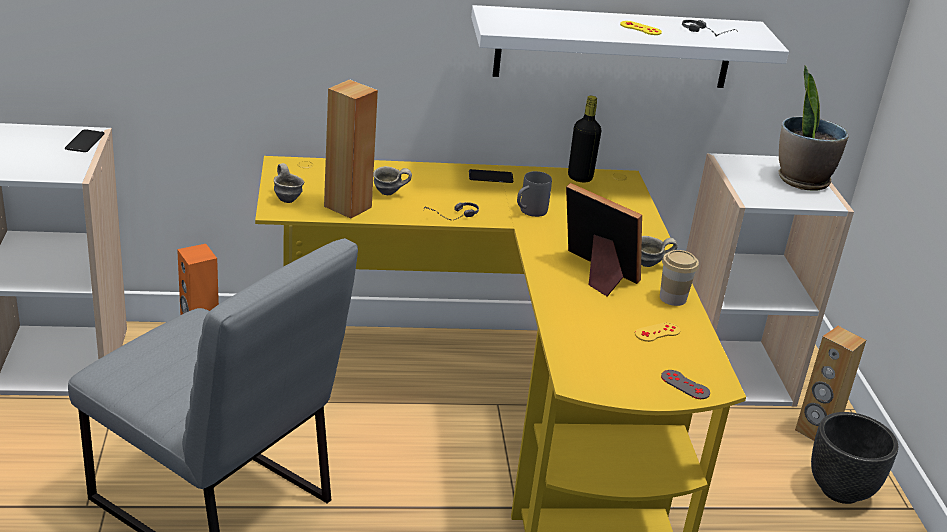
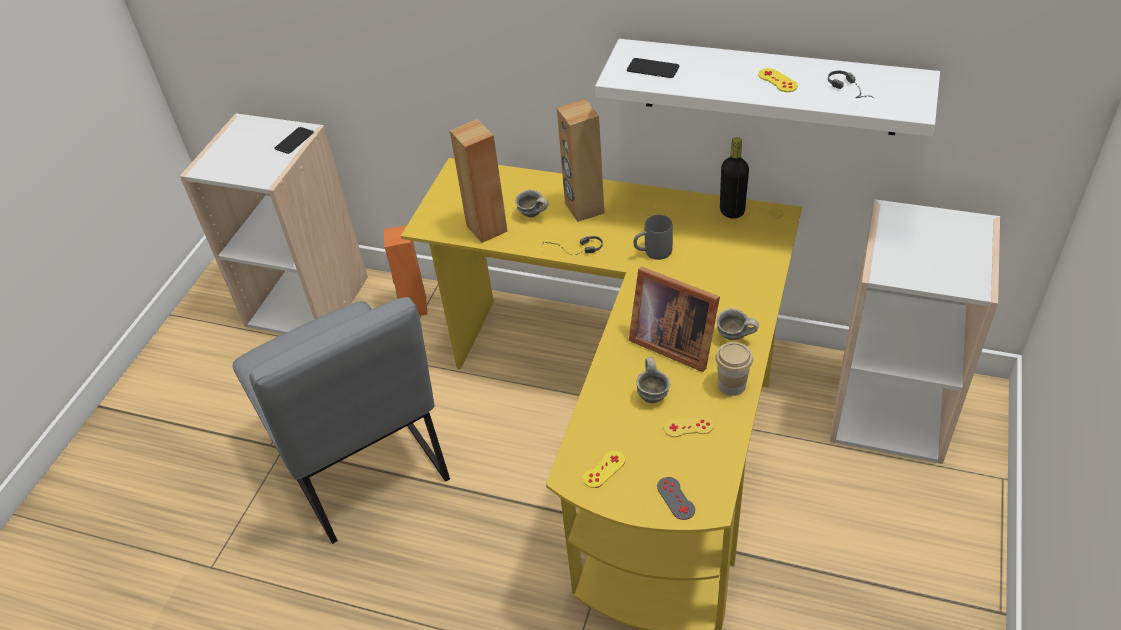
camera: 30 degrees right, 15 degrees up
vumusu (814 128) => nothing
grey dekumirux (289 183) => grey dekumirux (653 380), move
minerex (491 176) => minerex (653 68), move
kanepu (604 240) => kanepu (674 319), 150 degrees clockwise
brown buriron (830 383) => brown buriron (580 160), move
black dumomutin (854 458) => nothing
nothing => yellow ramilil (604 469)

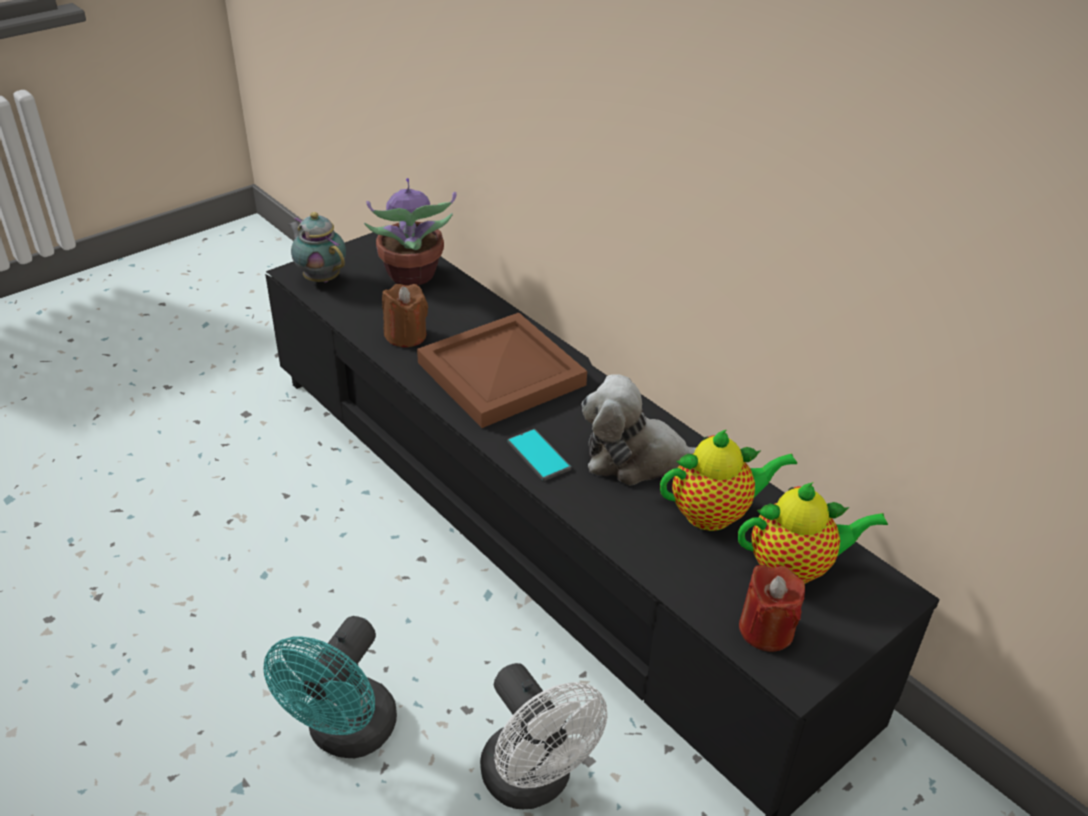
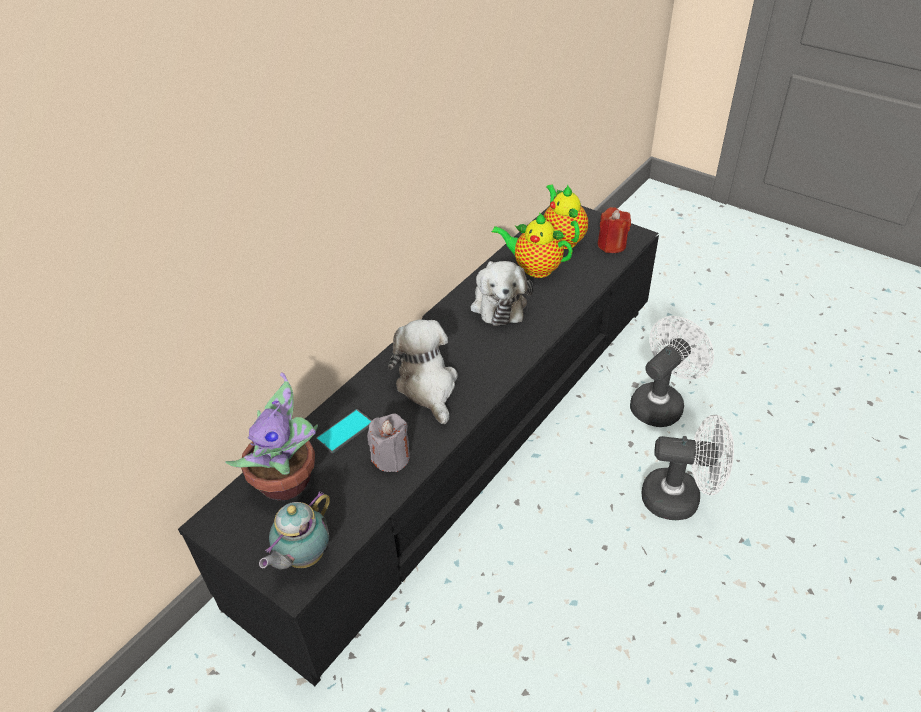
camera: 100 degrees left, 5 degrees up
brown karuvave (405 315) => grey karuvave (388 442)
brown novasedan (502 370) => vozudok (423 372)
minerex (539 455) => minerex (344 431), move
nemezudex (728 480) => nemezudex (532 245), 45 degrees counterclockwise
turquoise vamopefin (330 687) => white vamopefin (687 467)

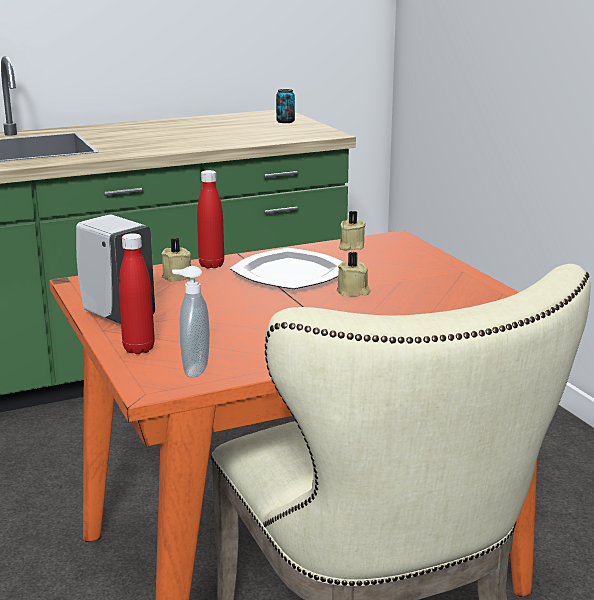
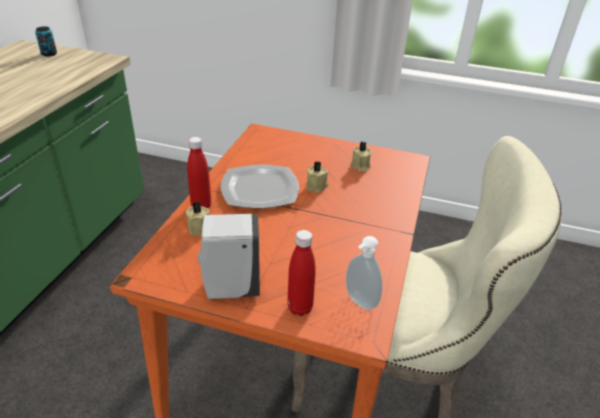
camera: 50 degrees left, 15 degrees up
beige karuvave (352 231) => beige karuvave (361 156), move

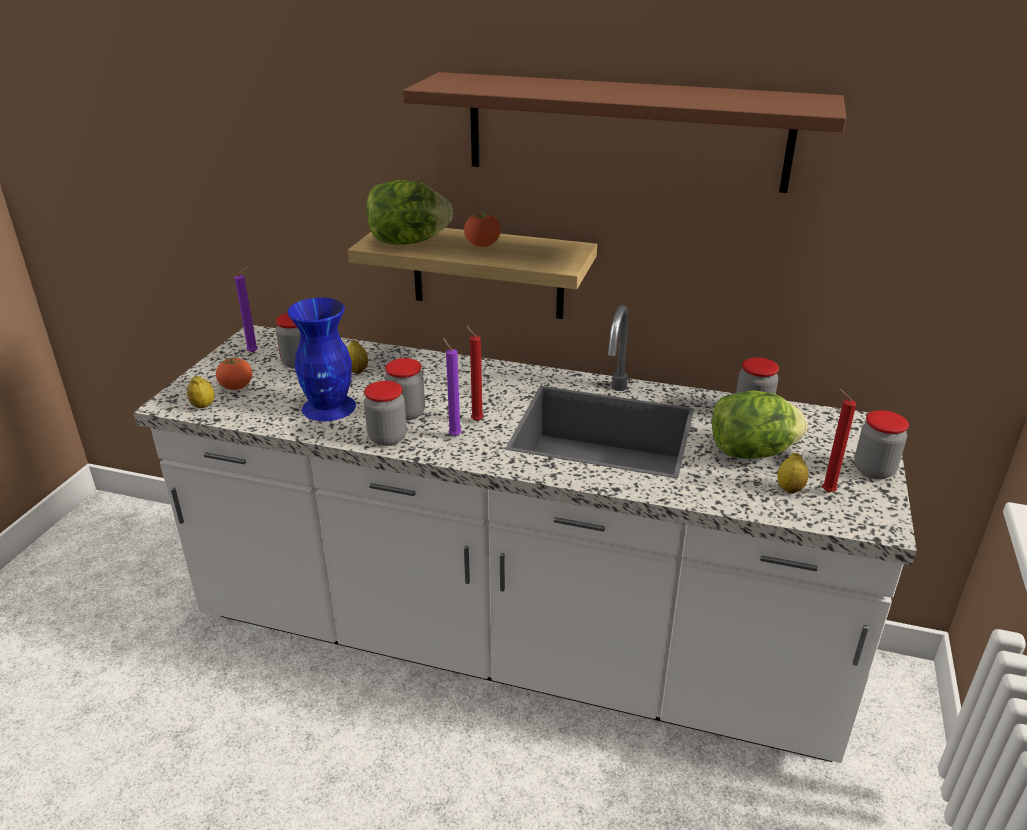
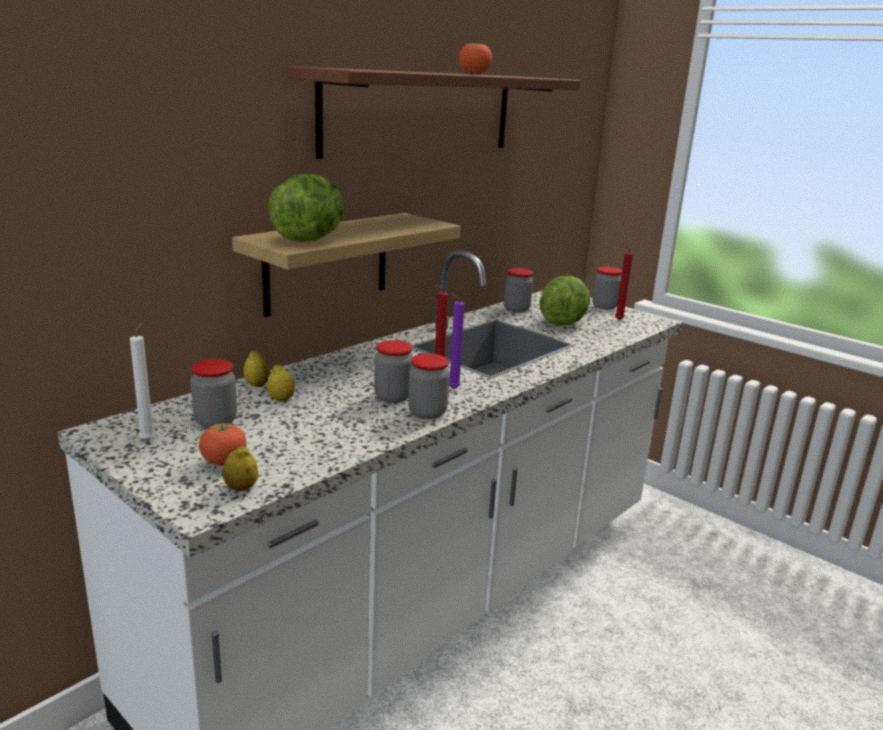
camera: 65 degrees left, 10 degrees down
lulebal (482 229) => lulebal (475 56), move
purple karuvave (246 310) => white karuvave (142 381)
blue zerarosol (321 359) => nothing
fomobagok (793 473) => fomobagok (257 369), move

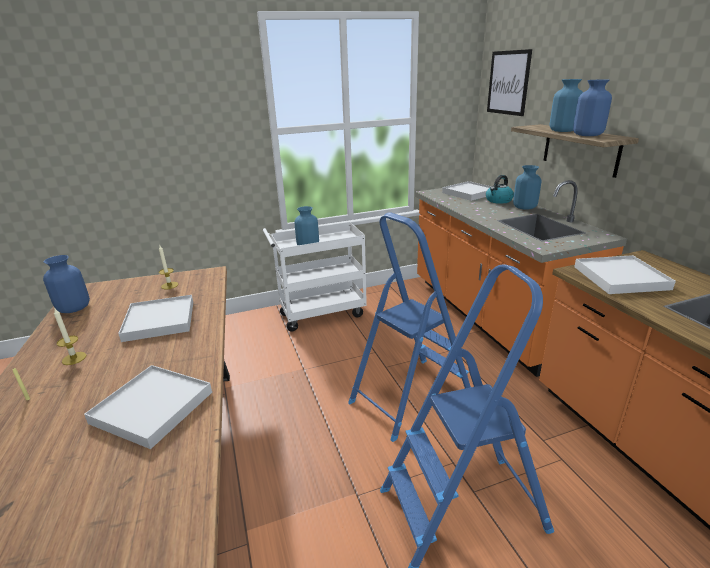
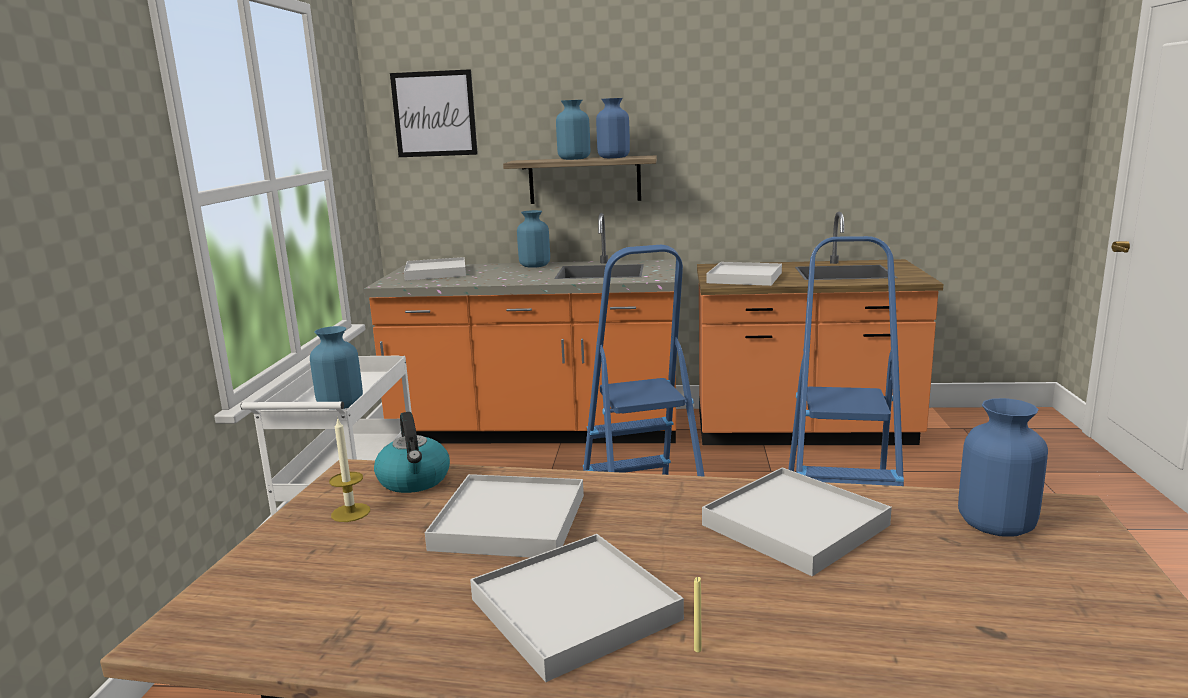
camera: 65 degrees left, 10 degrees down
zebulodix (500 189) => zebulodix (412 452), move
blue zerarosol (66 284) => blue zerarosol (1003 467), move
karuvave (70 337) => white novasedan (577 608)

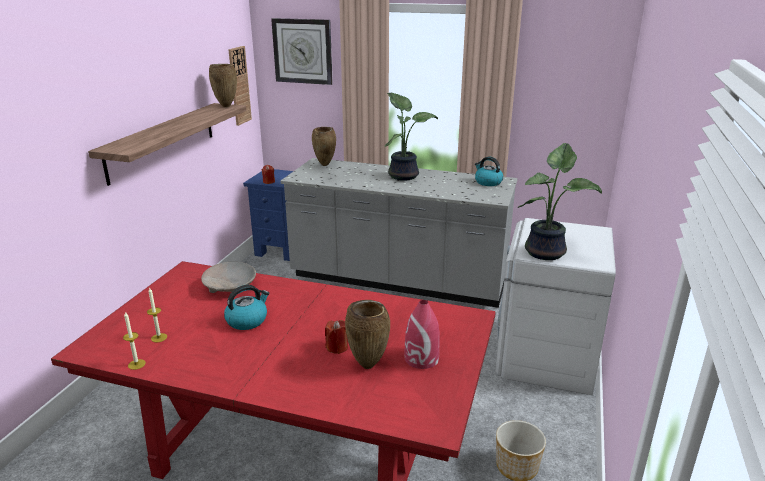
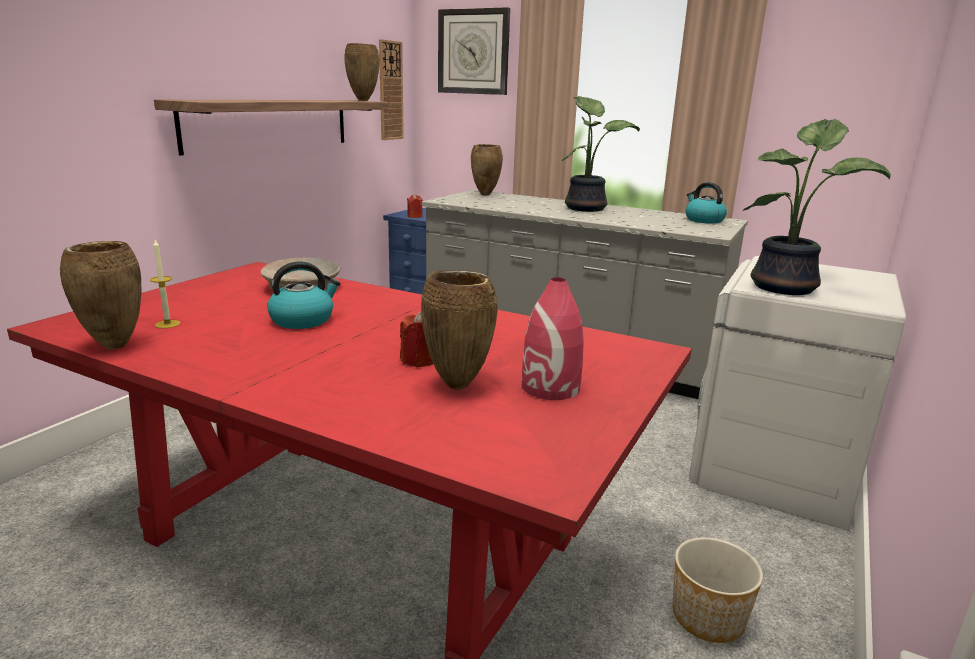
camera: 10 degrees right, 5 degrees down
karuvave (134 341) => brown zerarosol (100 295)

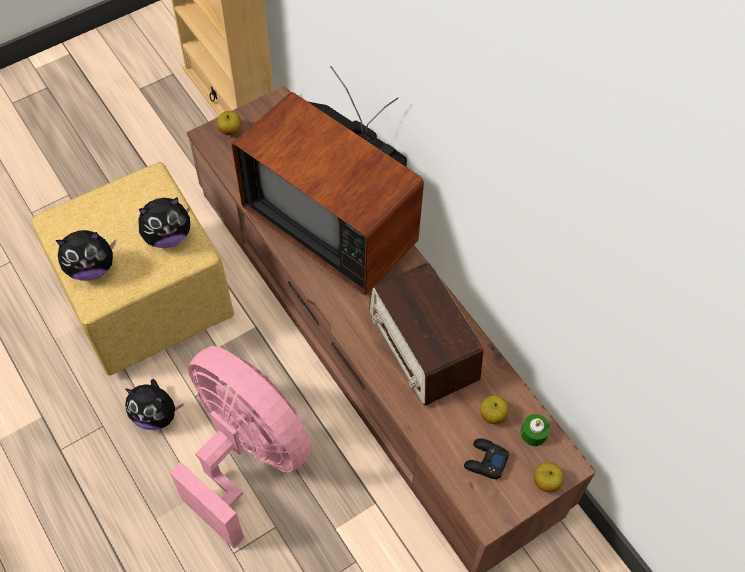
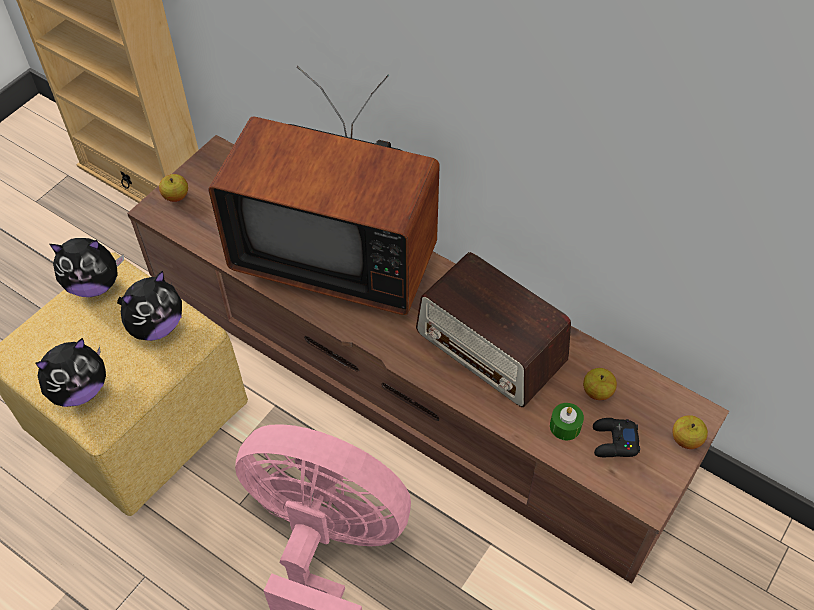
camera: 20 degrees left, 5 degrees down
vozudok (154 404) => vozudok (86 267), move
green karuvave (535 430) => green karuvave (567 421), move

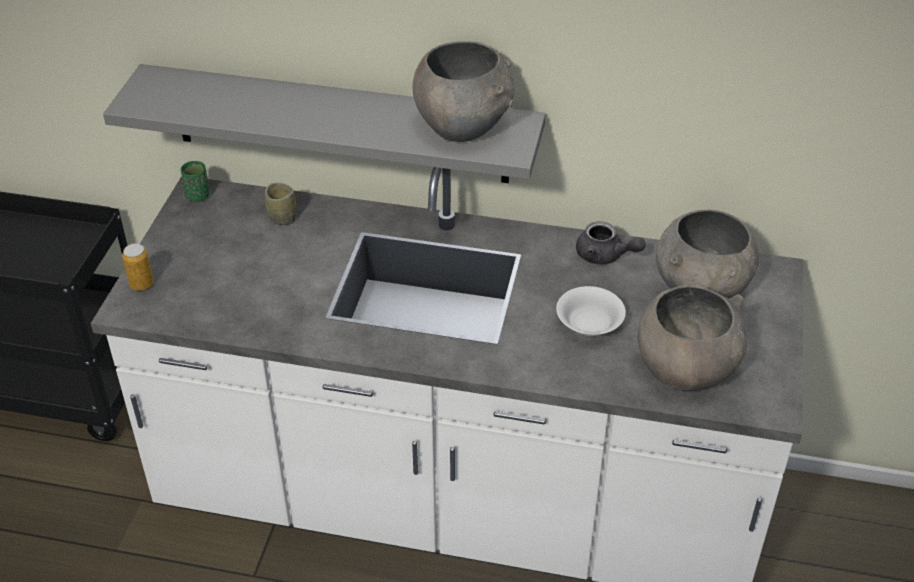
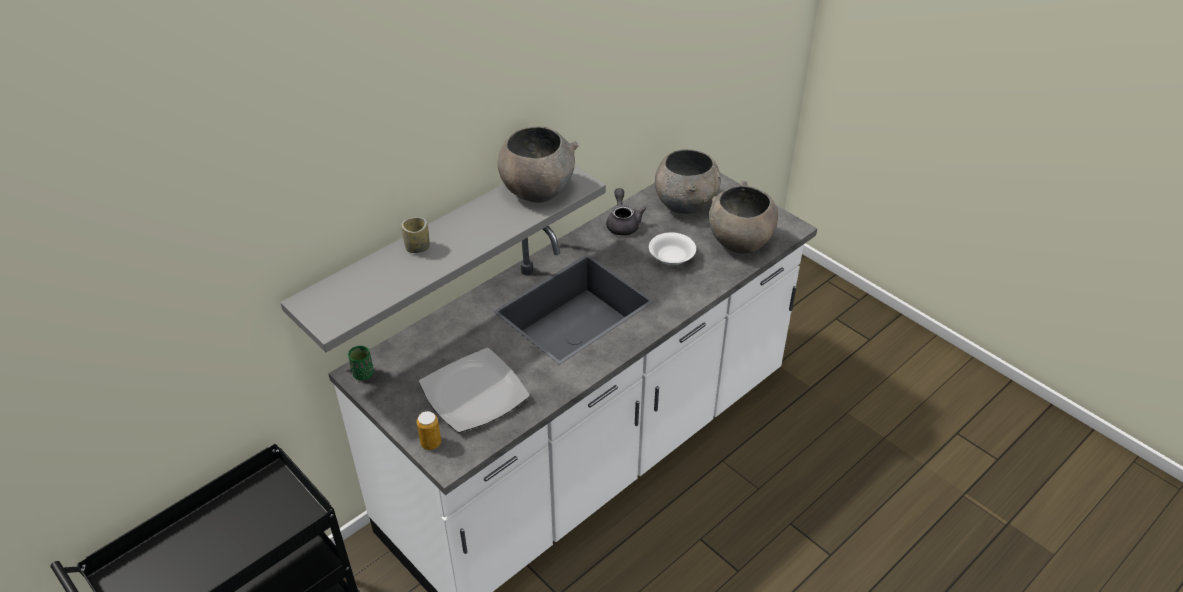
camera: 55 degrees left, 0 degrees up
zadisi (280 204) => zadisi (415 235), move
grey nemezudex (610 242) => grey nemezudex (626 211), 75 degrees counterclockwise
nothing => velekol (474 390)

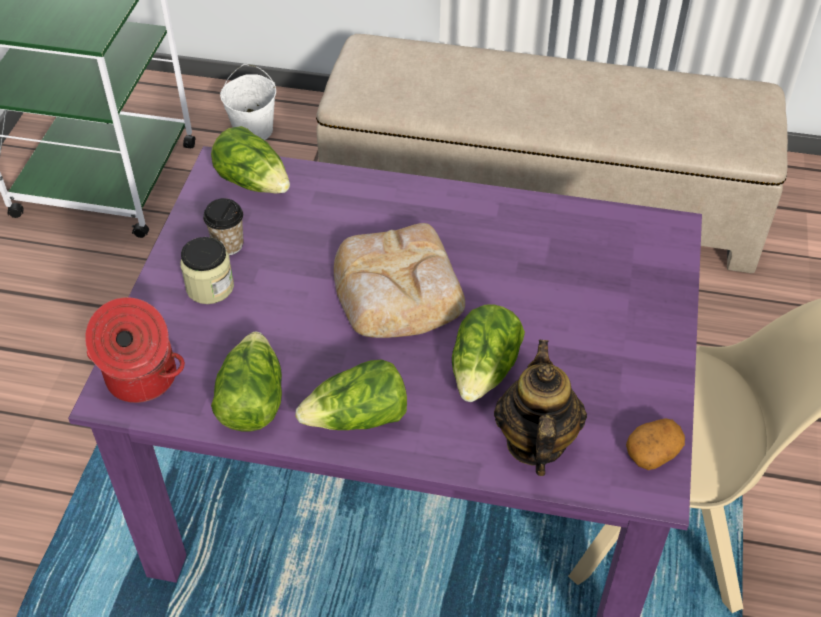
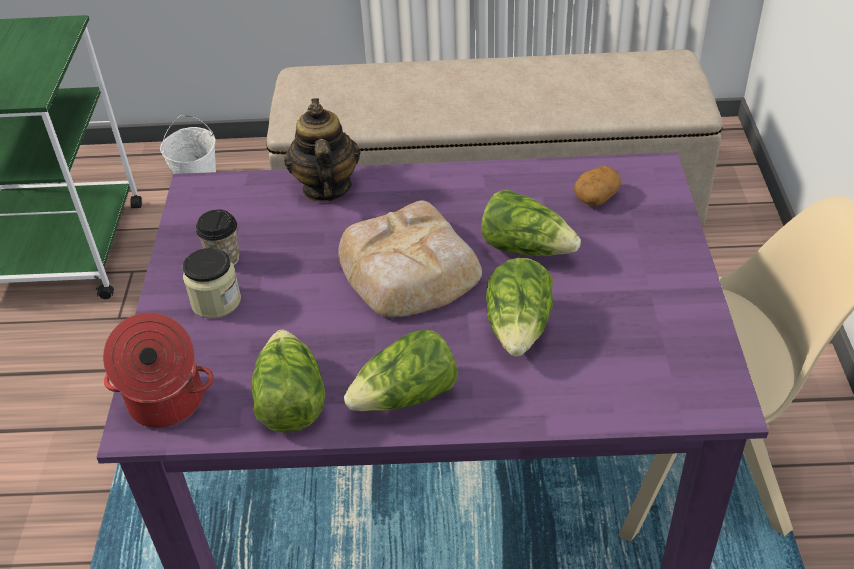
camera: 10 degrees left, 5 degrees down
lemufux (250 159) => lemufux (531 222), move
nemezudex (540 408) => nemezudex (322 150), move
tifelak (655 444) => tifelak (597 186), move

